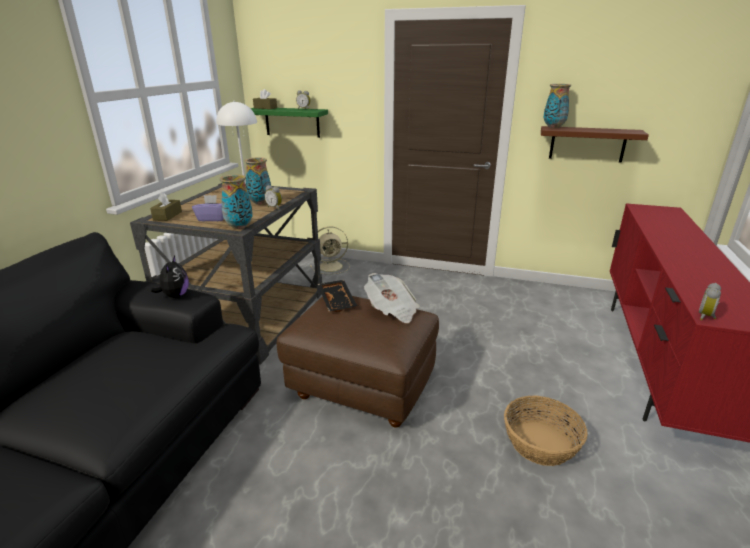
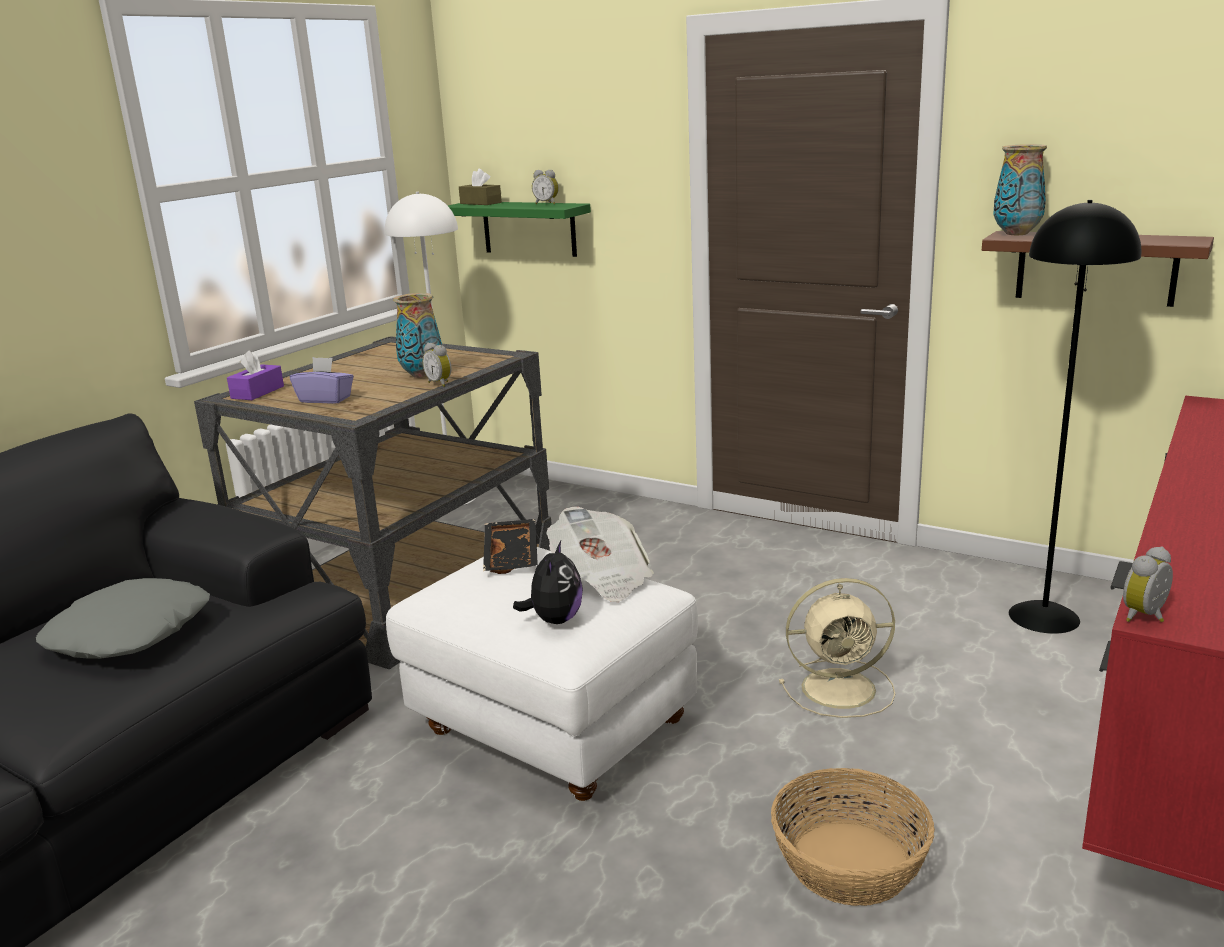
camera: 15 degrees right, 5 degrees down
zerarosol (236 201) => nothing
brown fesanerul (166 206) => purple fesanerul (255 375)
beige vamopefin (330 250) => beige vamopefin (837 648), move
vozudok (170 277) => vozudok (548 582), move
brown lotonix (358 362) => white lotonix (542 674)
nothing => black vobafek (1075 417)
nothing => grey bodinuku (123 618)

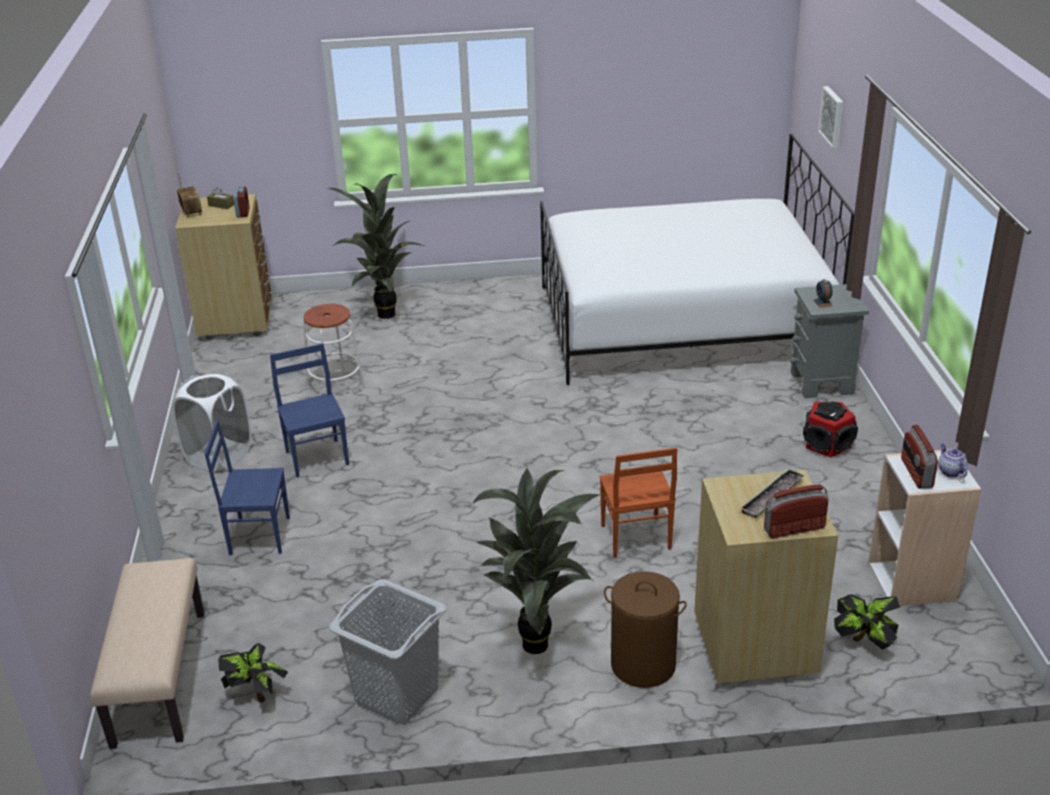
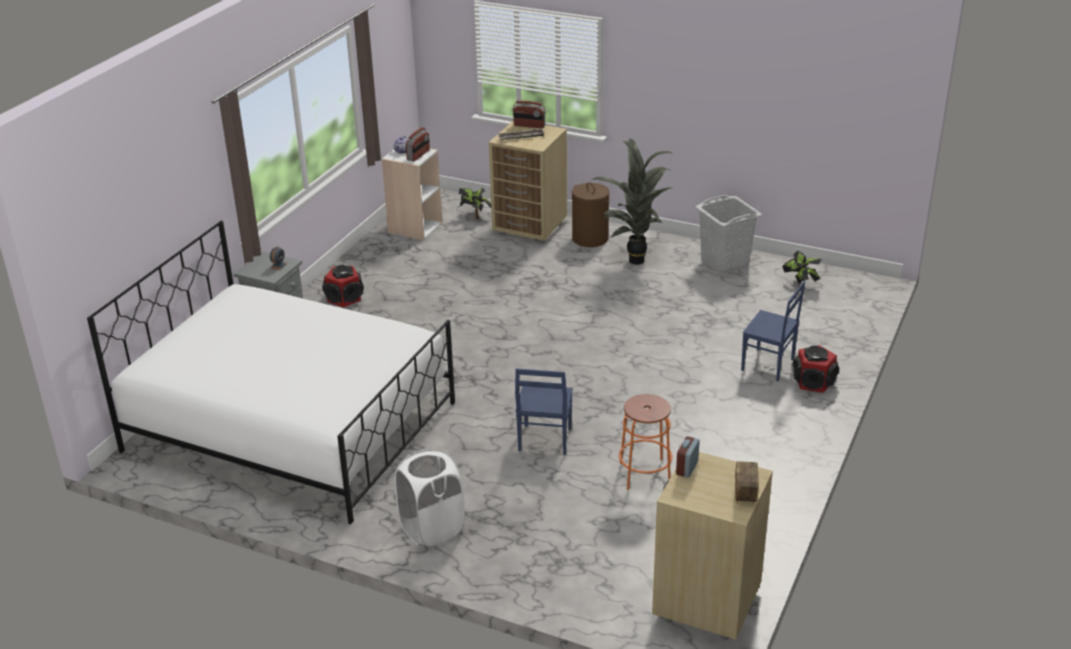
camera: 150 degrees left, 0 degrees up
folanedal (830 117) => nothing
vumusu (376 246) => nothing
brown fesanerul (220 198) => nothing
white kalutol (335 349) => orange kalutol (646 442)
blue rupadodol (309 410) => blue rupadodol (544 411), move
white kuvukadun (212 422) => white kuvukadun (429 498), move
brown rupadodol (638 503) => nothing
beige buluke (147 653) => nothing
nothing => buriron (816 369)

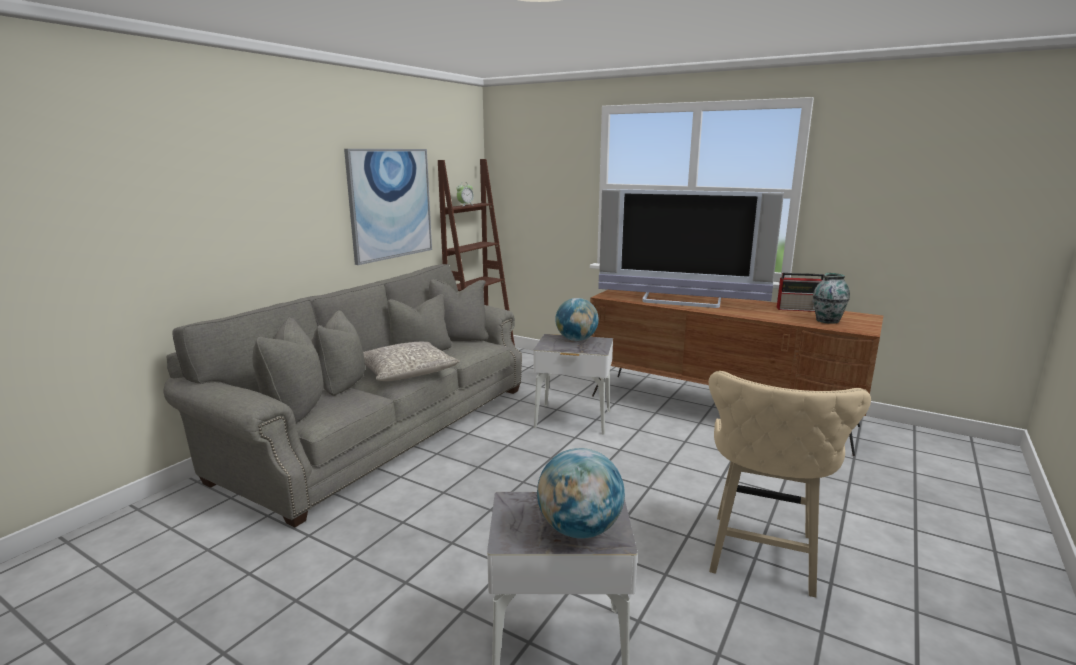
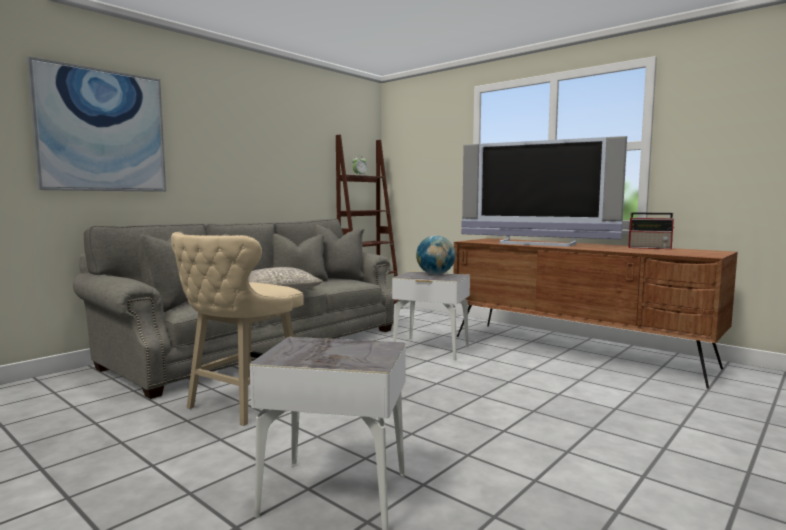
camera: 10 degrees right, 10 degrees down
folanedal (388 207) => folanedal (96 124), move
zerarosol (831 298) => nothing
beige kalutol (790 484) => beige kalutol (237 329), move
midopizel (581 493) => nothing

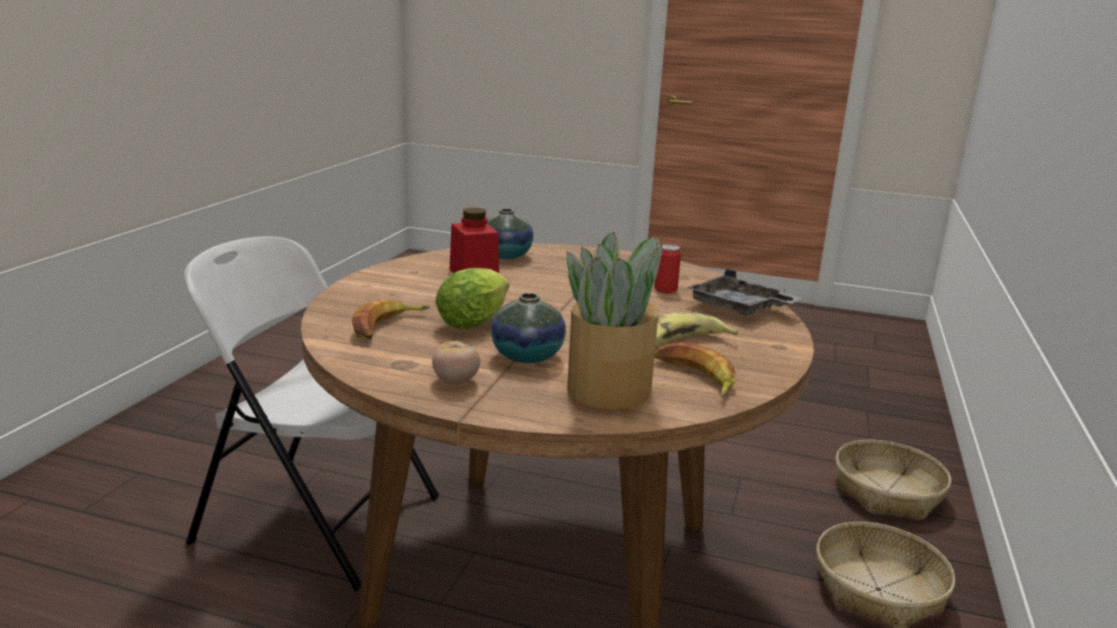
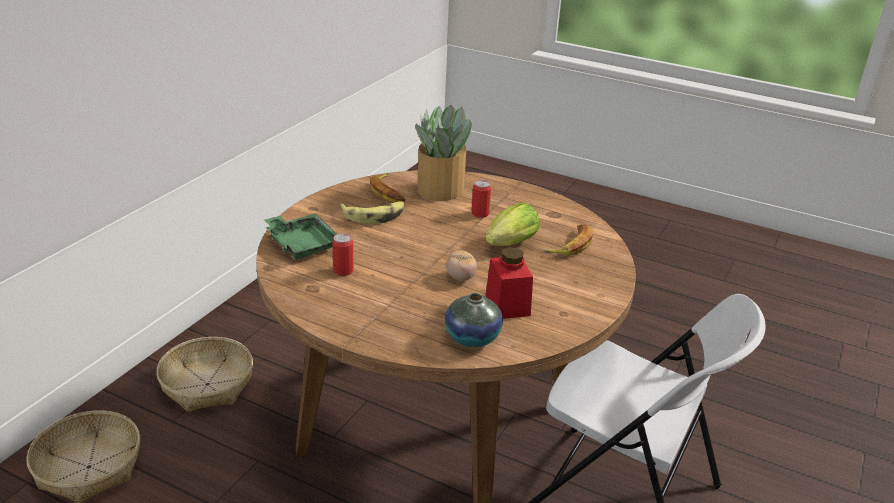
camera: 170 degrees left, 10 degrees up
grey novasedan (744 292) => green novasedan (300 236)
zerarosol (528 328) => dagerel (481 199)
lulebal (456 362) => lulebal (461 265), move

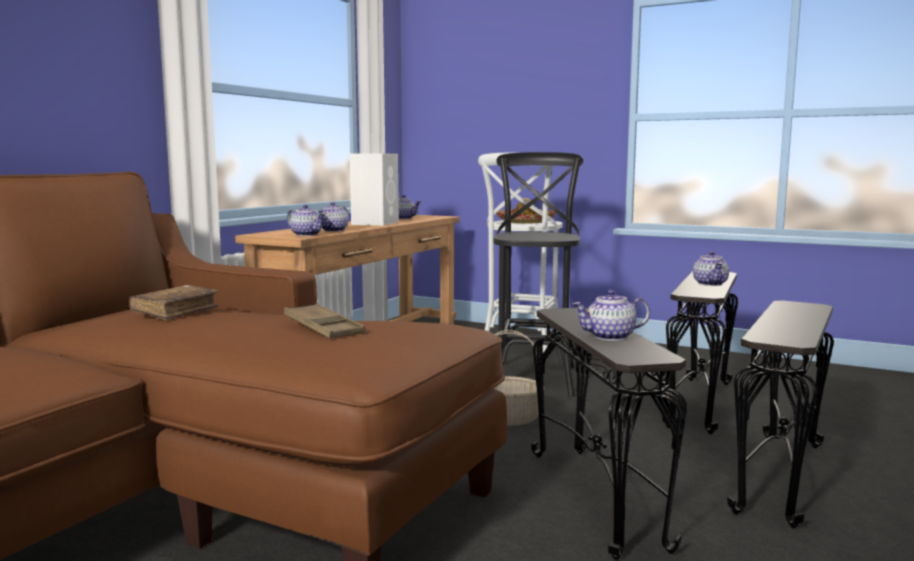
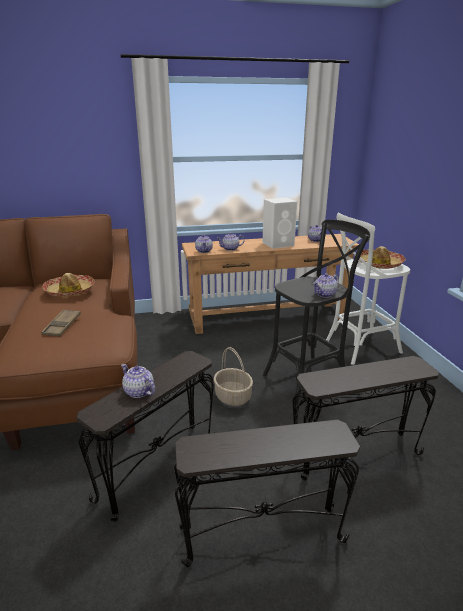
camera: 50 degrees right, 15 degrees up
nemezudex (711 268) => nemezudex (326 285), move
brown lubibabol (174 302) => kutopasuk (68 285)

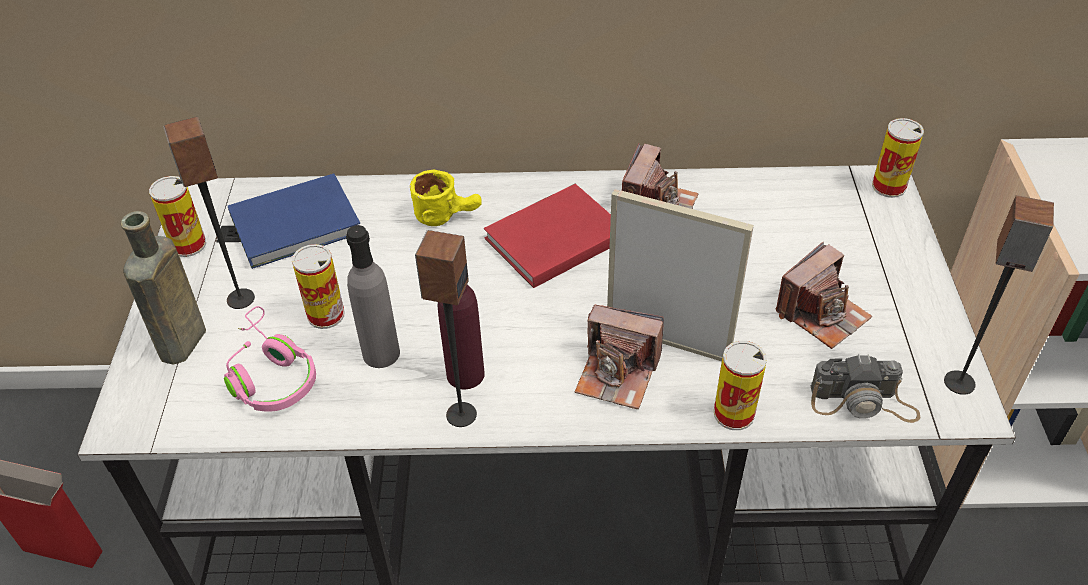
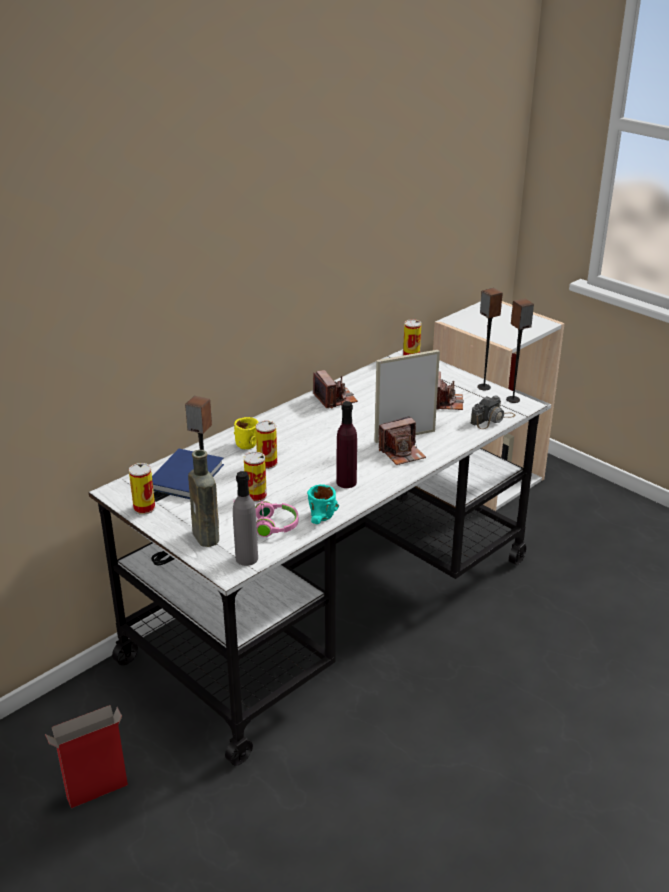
camera: 45 degrees left, 15 degrees down
red lubibabol (547 236) => nothing
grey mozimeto (373 296) => grey mozimeto (245 518), move
buriron (446 328) => buriron (490 339), move
dagerel (740 385) => dagerel (266 445), move
nothing => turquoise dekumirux (323 504)

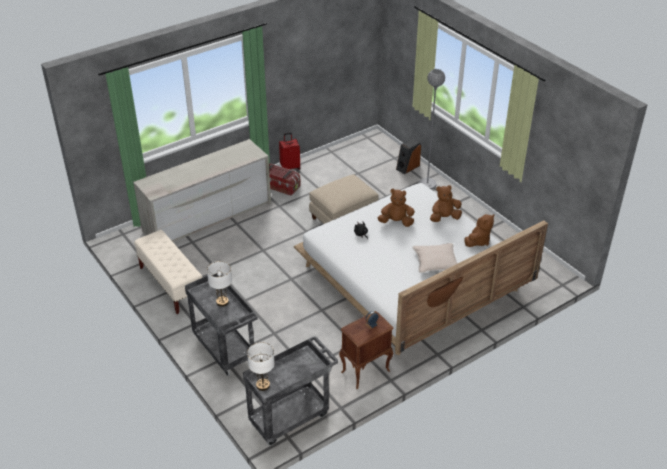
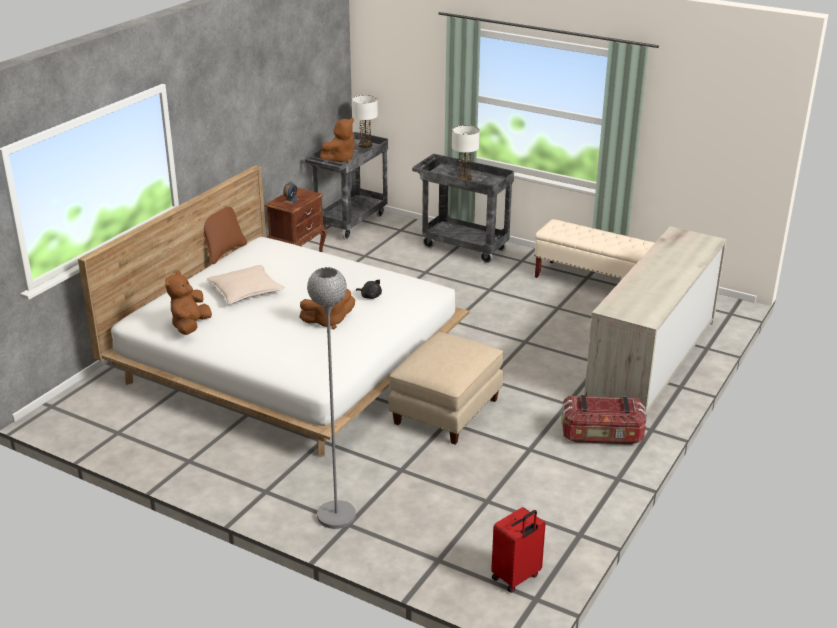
camera: 155 degrees right, 10 degrees down
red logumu (290 151) => red logumu (518 550), move
buriron (408 156) => nothing
brown vozudok (446 203) => brown vozudok (337 140), move

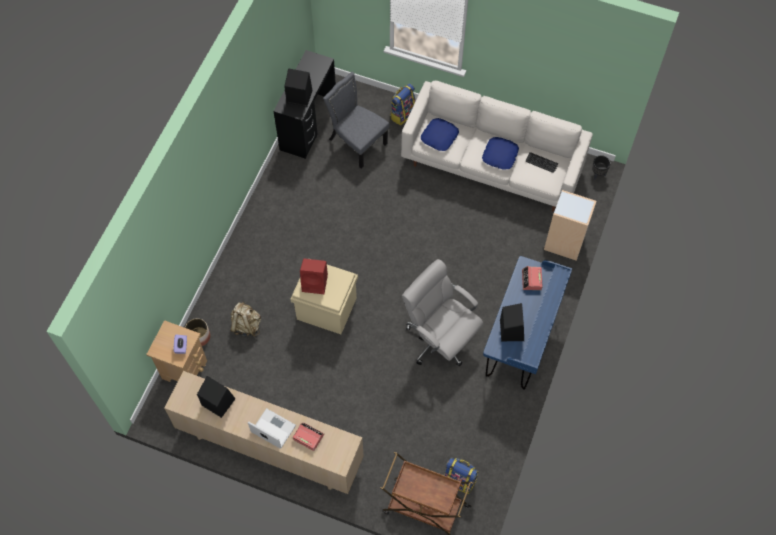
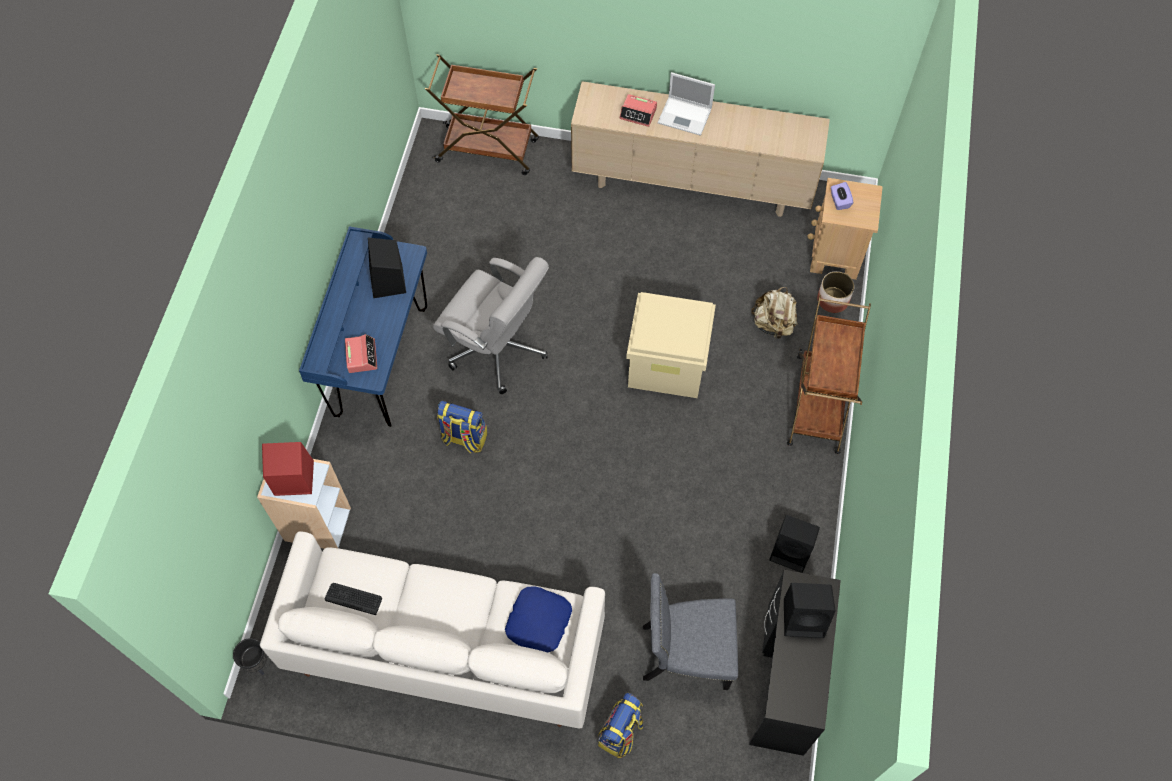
camera: 170 degrees right, 0 degrees up
grey rupadodol (356 120) => grey rupadodol (690 631), 150 degrees clockwise
blue bodinuku (500 153) => nothing
red buriron (314 276) => red buriron (288 469), move
black buriron (216 397) => black buriron (794 544), move
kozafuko (461 476) => kozafuko (462 427), move
nothing => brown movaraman (829 374)

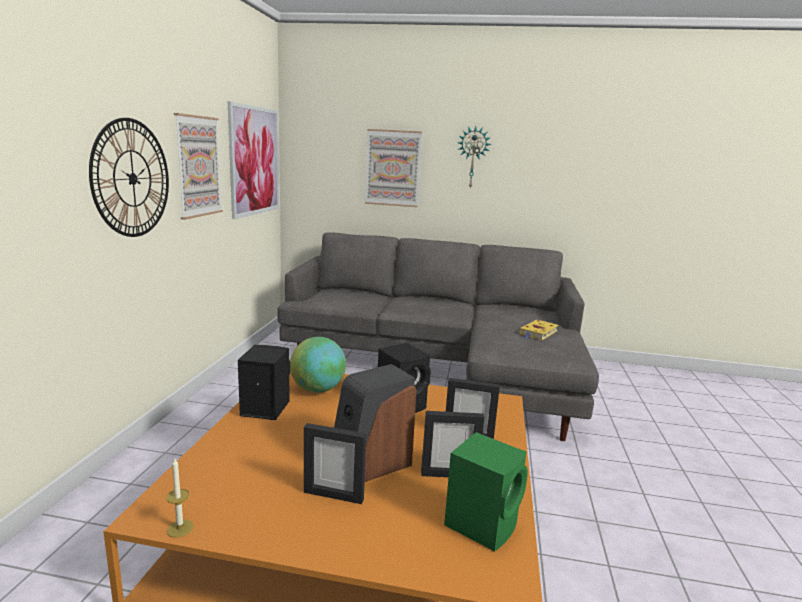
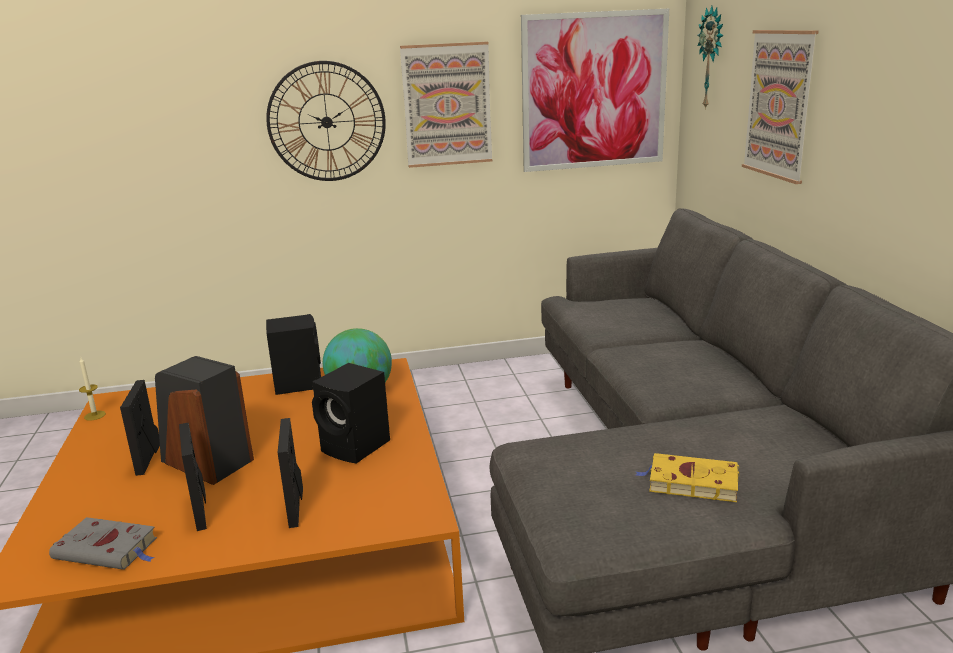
camera: 70 degrees right, 5 degrees up
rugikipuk (475 157) => rugikipuk (711 58), move
green buriron (486 492) => grey lubibabol (103 543)

